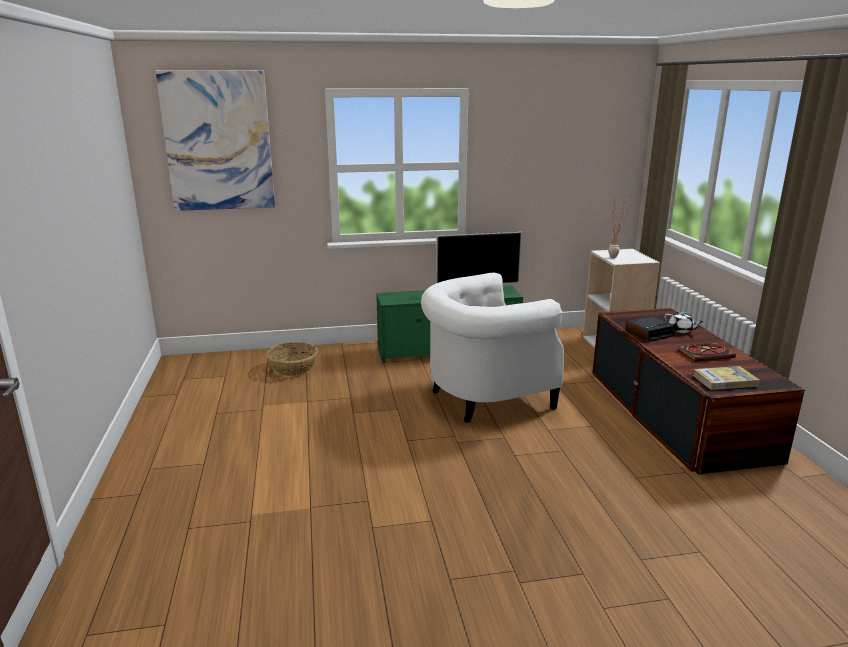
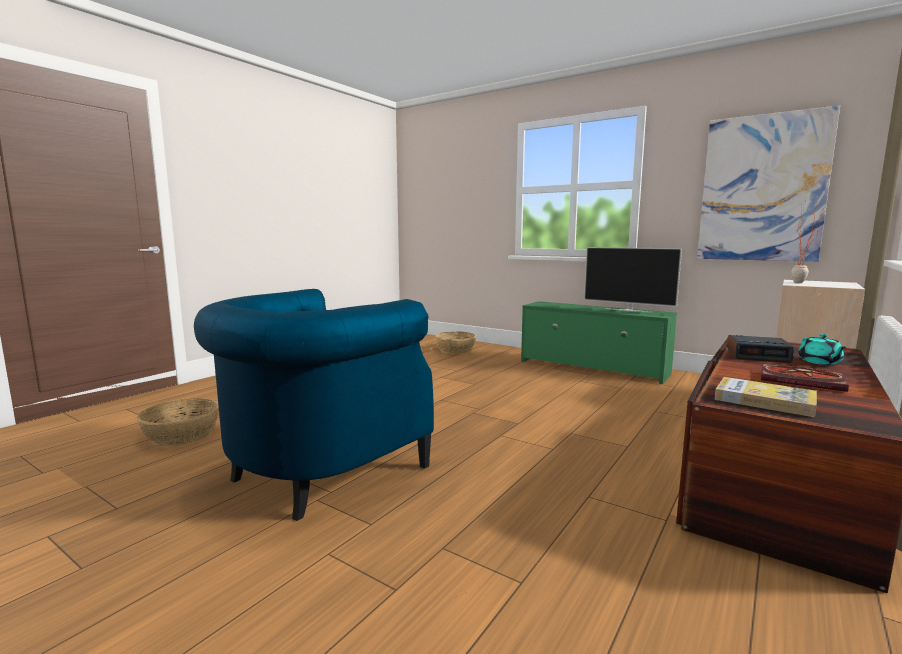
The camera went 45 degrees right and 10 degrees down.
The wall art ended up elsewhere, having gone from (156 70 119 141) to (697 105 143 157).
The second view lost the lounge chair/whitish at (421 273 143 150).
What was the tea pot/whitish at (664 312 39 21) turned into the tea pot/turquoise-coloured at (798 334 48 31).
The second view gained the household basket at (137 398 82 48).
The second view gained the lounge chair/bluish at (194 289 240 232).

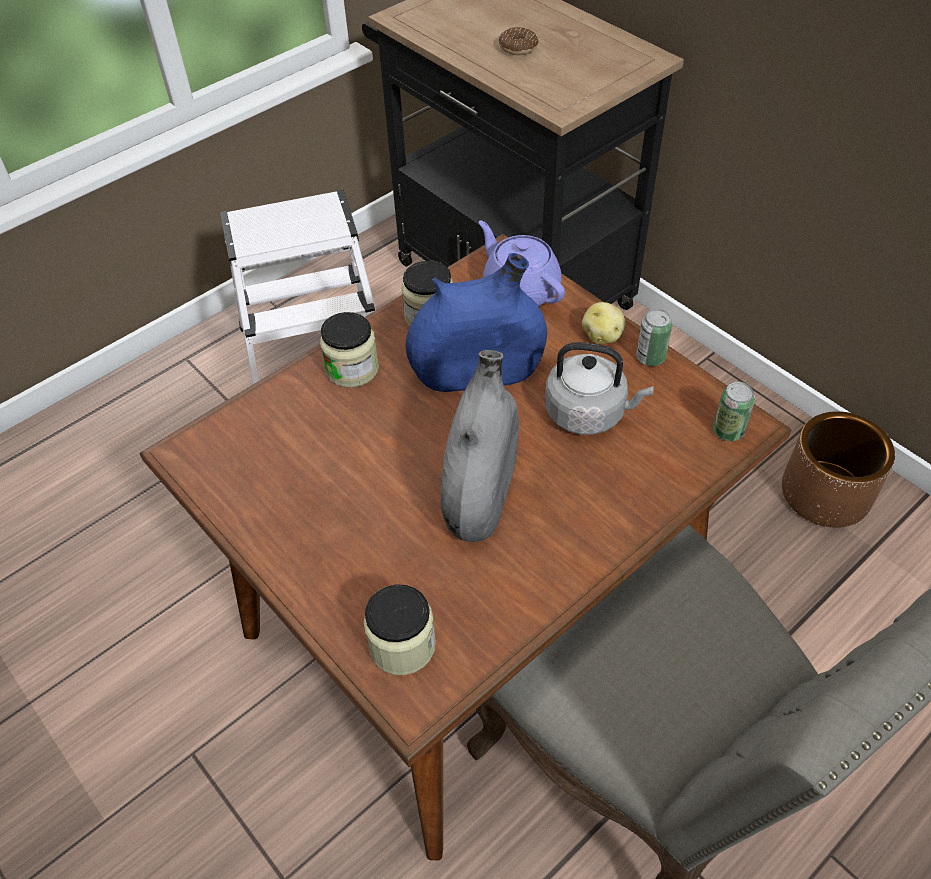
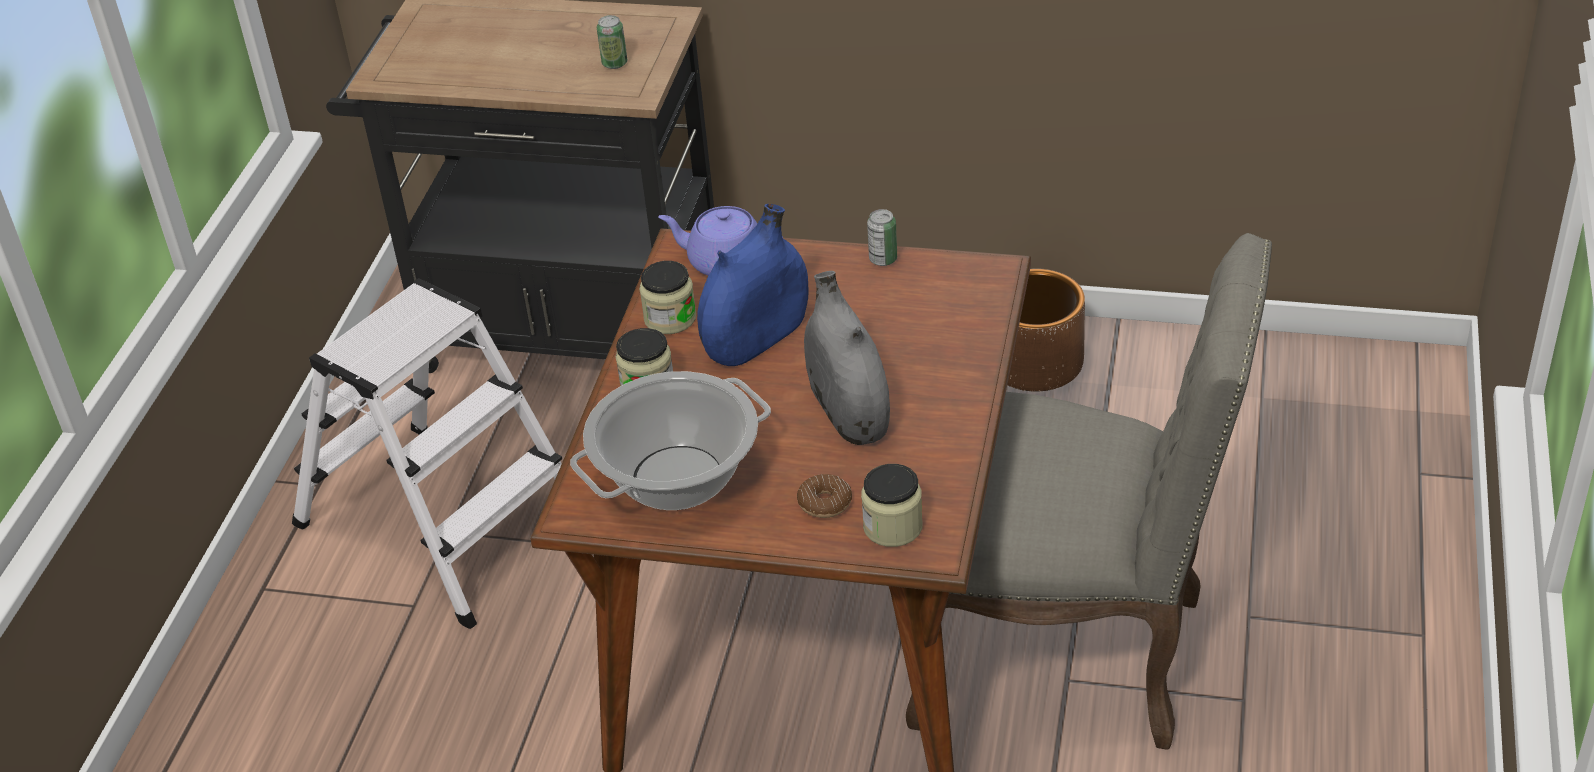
The camera went 35 degrees left and 10 degrees down.
The donut ended up elsewhere, having gone from (499 27 39 28) to (797 474 55 44).
The second view lost the water kettle/gray at (545 342 108 93).
The second view lost the spud at (582 302 43 42).
The metal can ended up elsewhere, having gone from (713 382 42 59) to (597 15 31 54).
The second view gained the stockpot at (570 371 201 139).

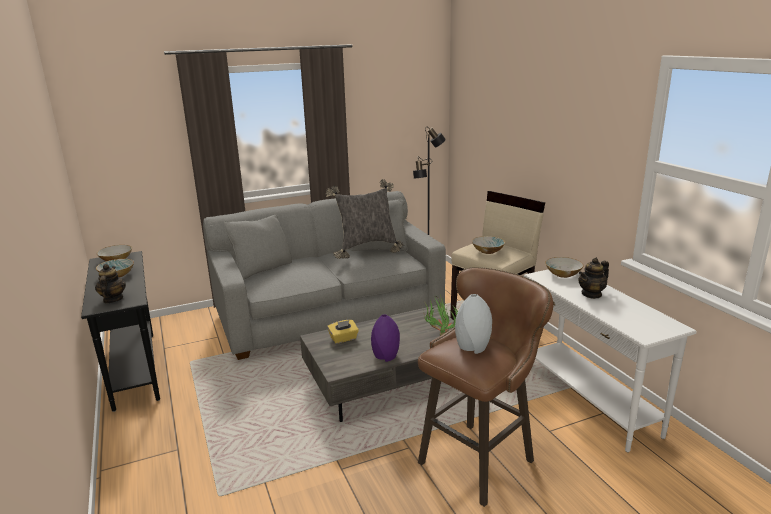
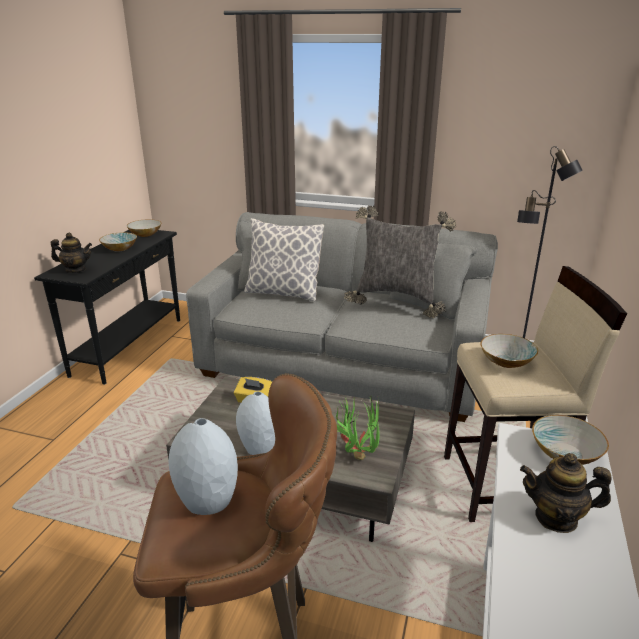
The camera went 40 degrees right and 5 degrees up.
The tea pot at (95 264 31 39) ended up facing another way, 60 degrees clockwise from before.
What was the flower vase/purple at (371 314 29 48) turned into the flower vase/gray at (236 392 39 63).
The second view gained the pillow at (244 218 80 83).

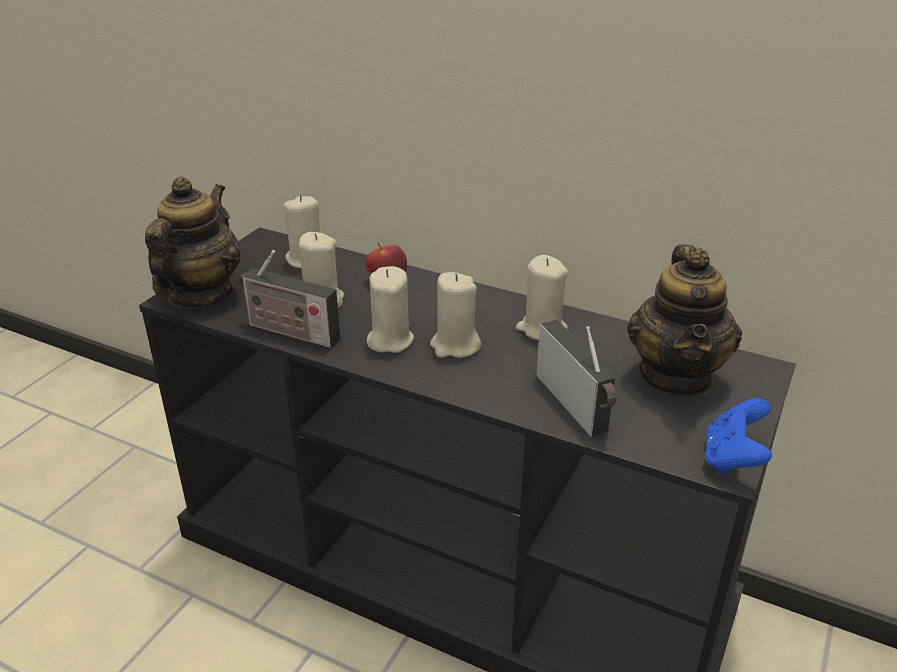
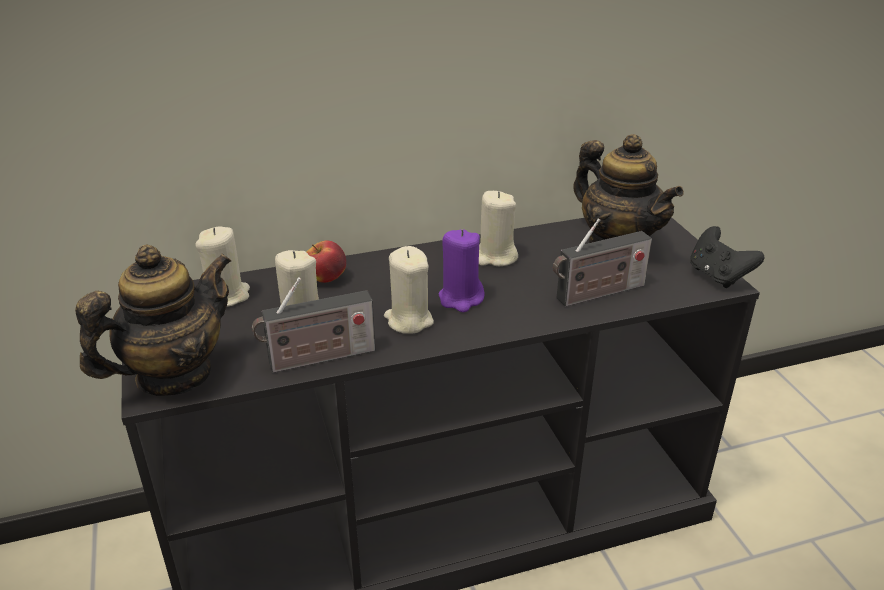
The camera went 45 degrees left and 0 degrees up.
The tea pot at (145 177 96 132) ended up facing another way, 75 degrees clockwise from before.
What was the wax light/sand-coloured at (430 272 51 86) turned into the wax light/purple at (439 229 46 83).
The radio receiver at (536 320 80 117) ended up facing another way, 135 degrees clockwise from before.
What was the game controller/bluish at (705 398 67 76) turned into the game controller/blackish at (690 226 75 62).

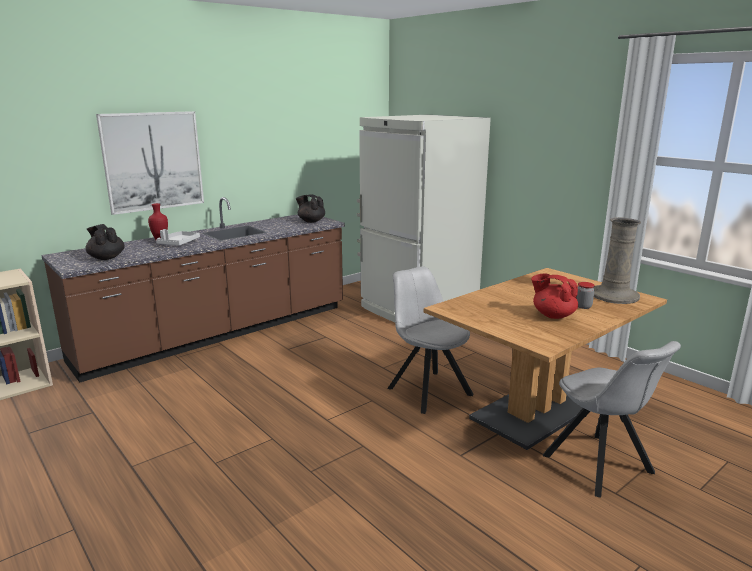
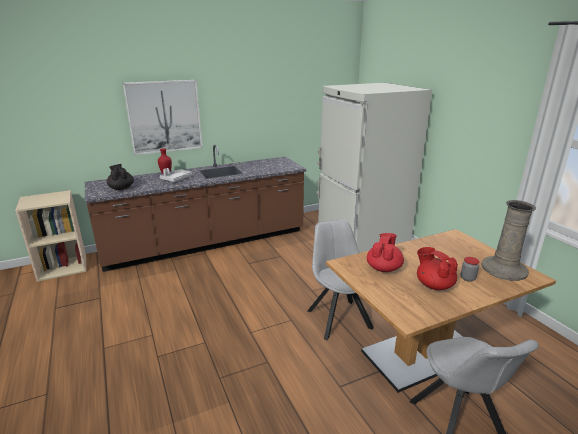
The camera went 15 degrees right and 5 degrees up.
The second view lost the tea pot/blackish at (296 194 29 29).
The second view gained the tea pot/red at (367 233 37 39).

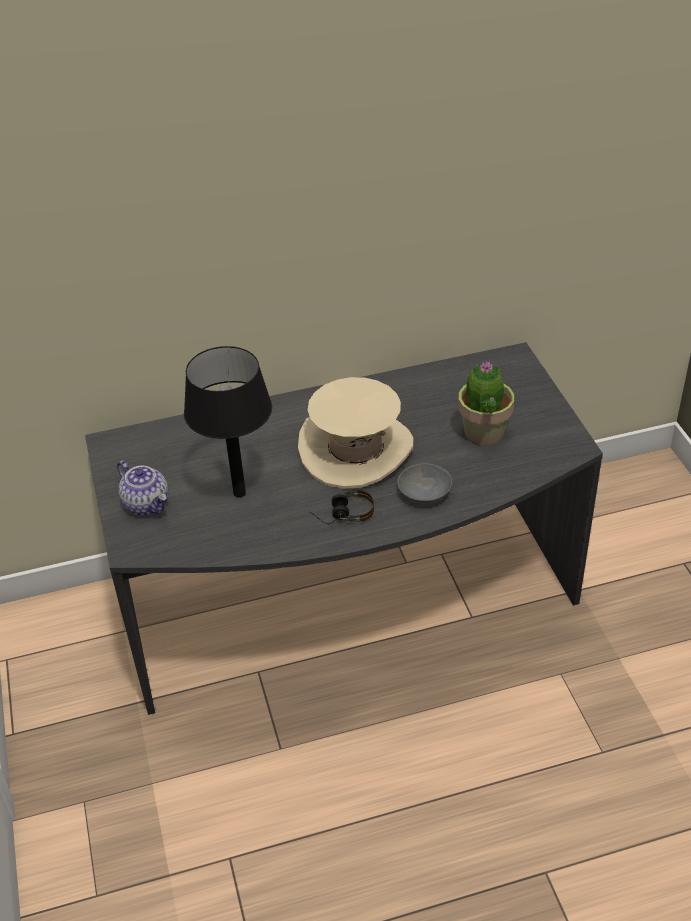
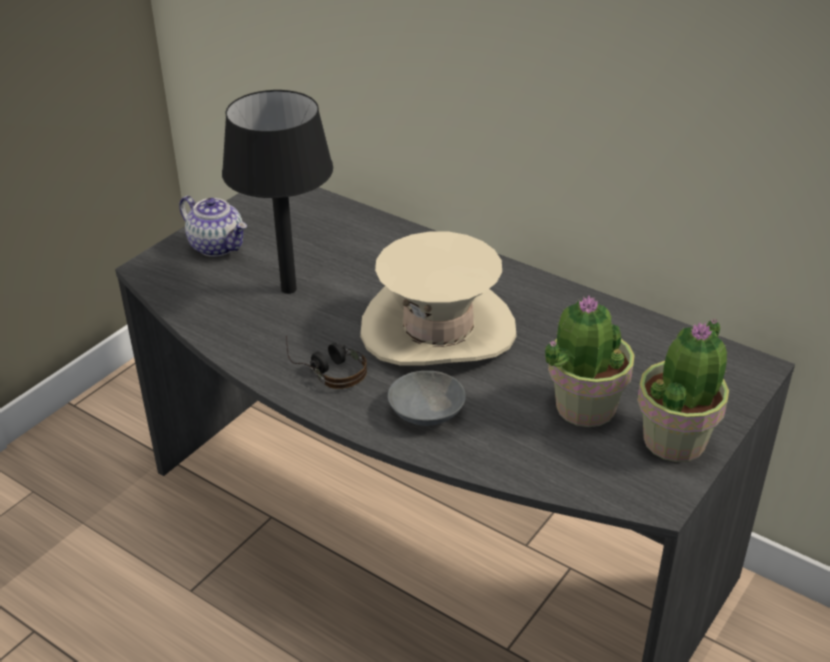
The camera went 50 degrees right and 5 degrees down.
The tea pot at (117 461 51 54) ended up facing another way, 60 degrees counterclockwise from before.
The second view gained the houseplant at (637 318 92 144).

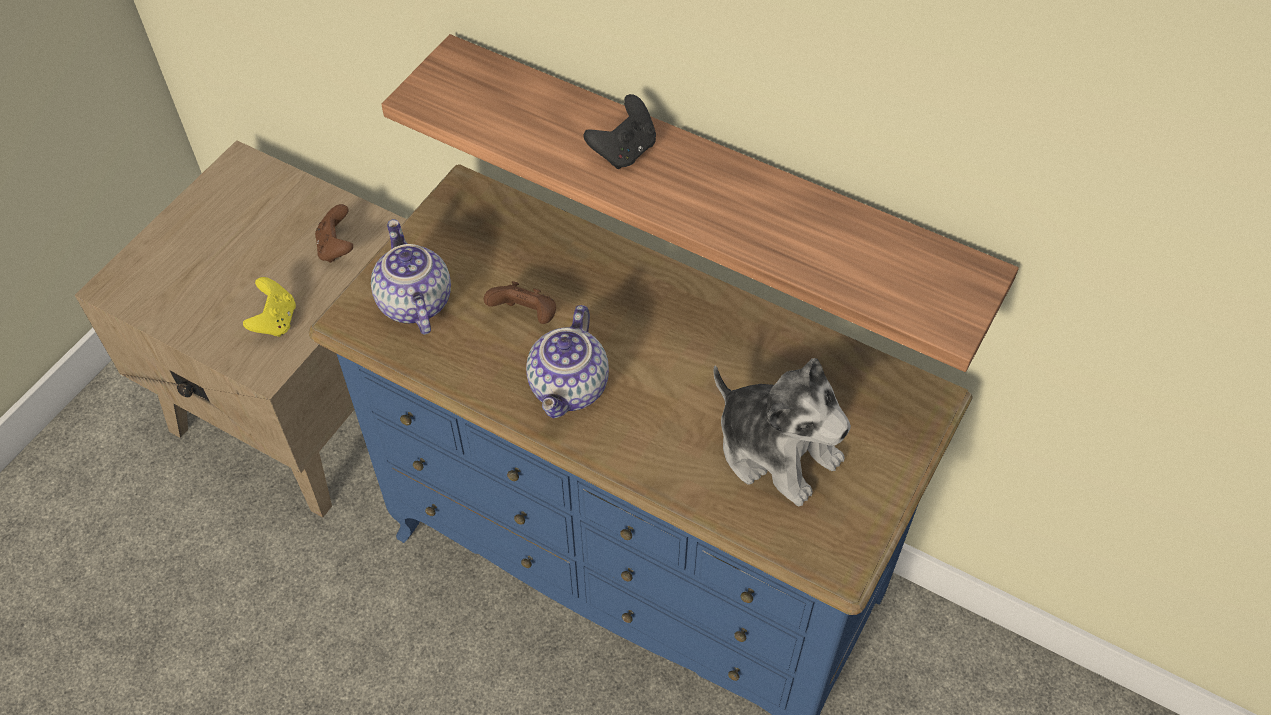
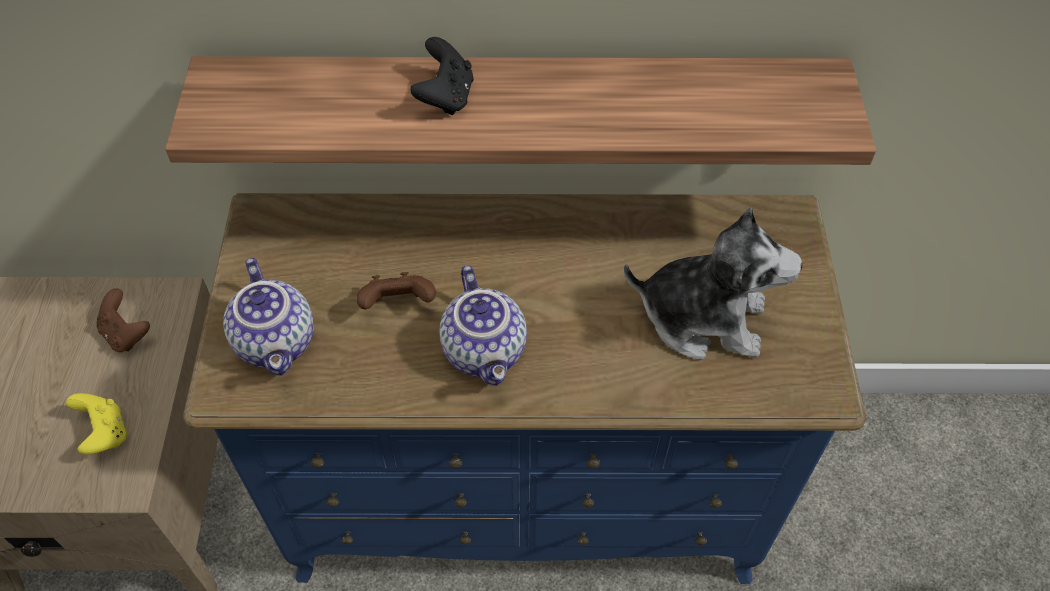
The camera went 30 degrees left and 0 degrees up.
The tea pot at (371 219 80 116) ended up facing another way, 150 degrees counterclockwise from before.

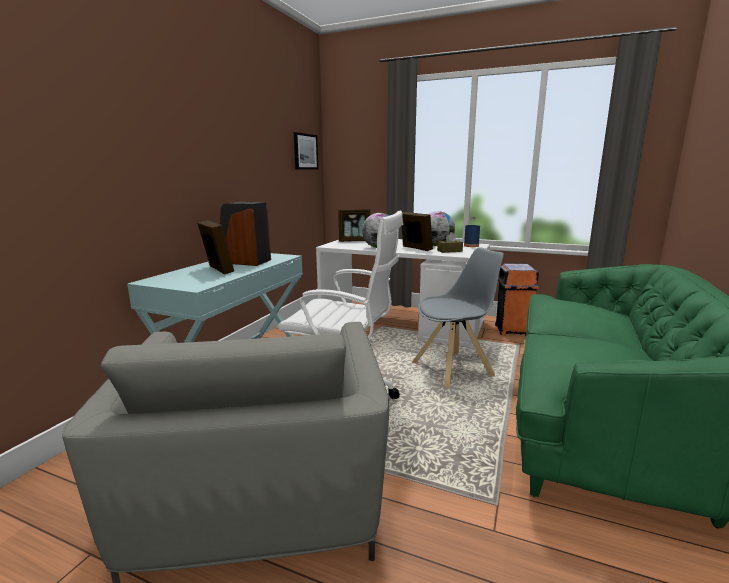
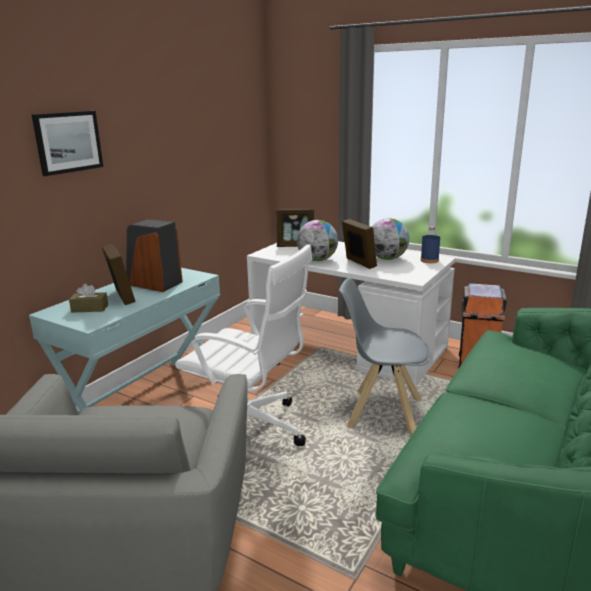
The camera went 10 degrees right and 5 degrees up.
The wall art ended up elsewhere, having gone from (294 132 24 38) to (32 111 71 65).
The chair/gray at (412 247 92 141) ended up facing another way, 150 degrees counterclockwise from before.
The tissue holder/brown ended up elsewhere, having gone from (437 232 26 21) to (69 283 39 29).

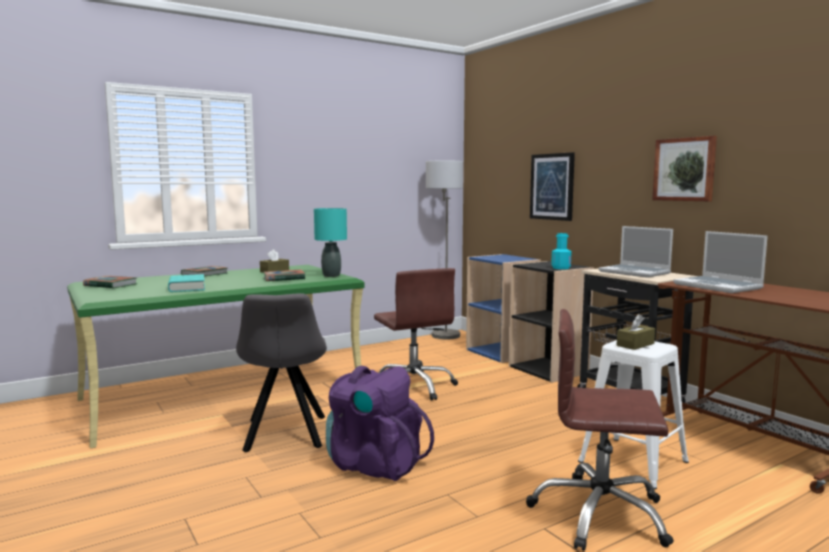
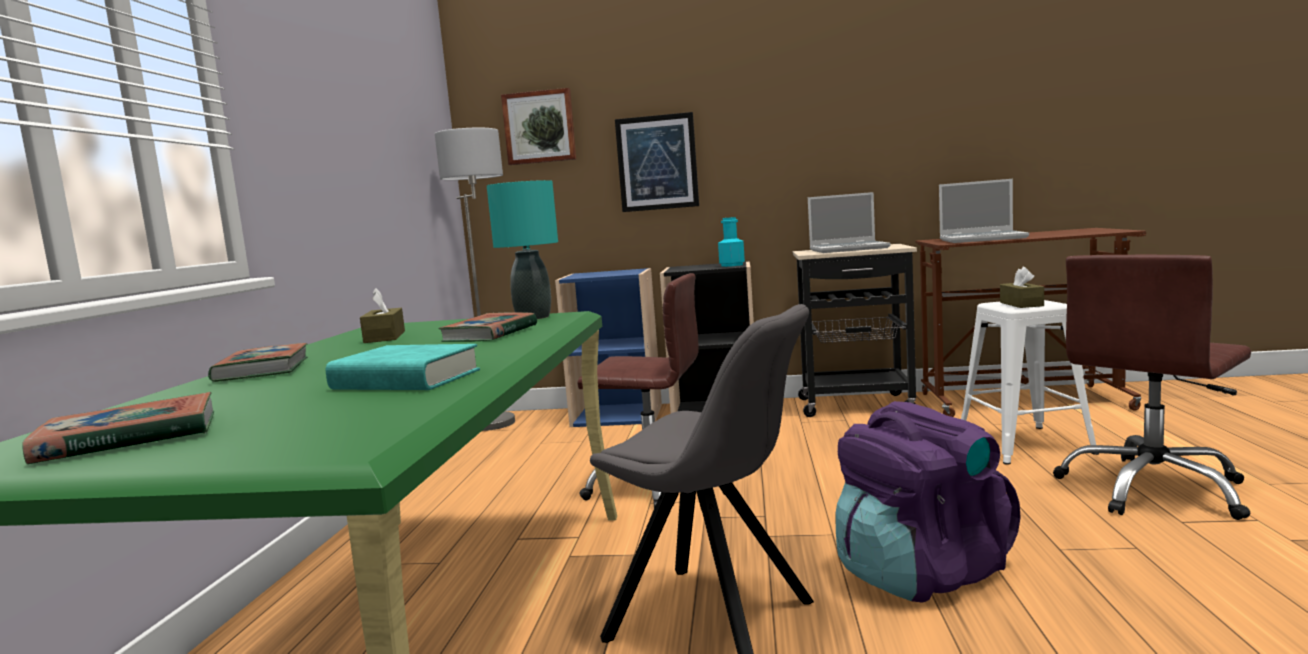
The camera went 50 degrees left and 0 degrees up.
The wall art ended up elsewhere, having gone from (652 136 65 65) to (501 88 75 77).

